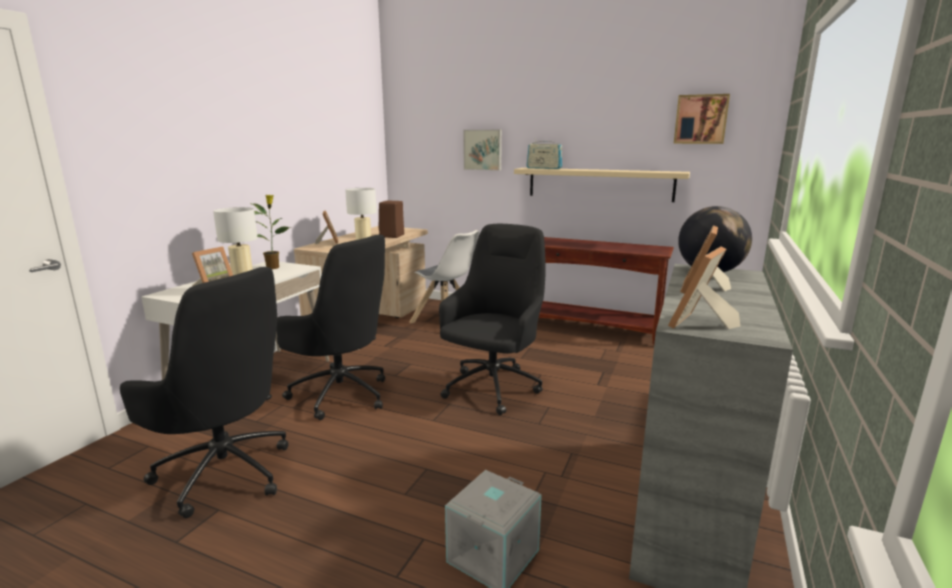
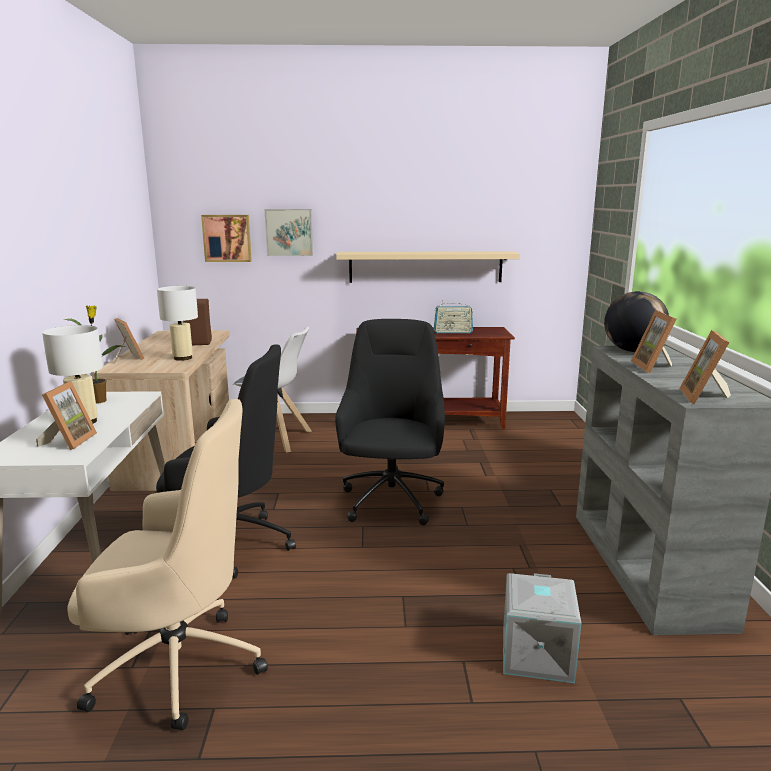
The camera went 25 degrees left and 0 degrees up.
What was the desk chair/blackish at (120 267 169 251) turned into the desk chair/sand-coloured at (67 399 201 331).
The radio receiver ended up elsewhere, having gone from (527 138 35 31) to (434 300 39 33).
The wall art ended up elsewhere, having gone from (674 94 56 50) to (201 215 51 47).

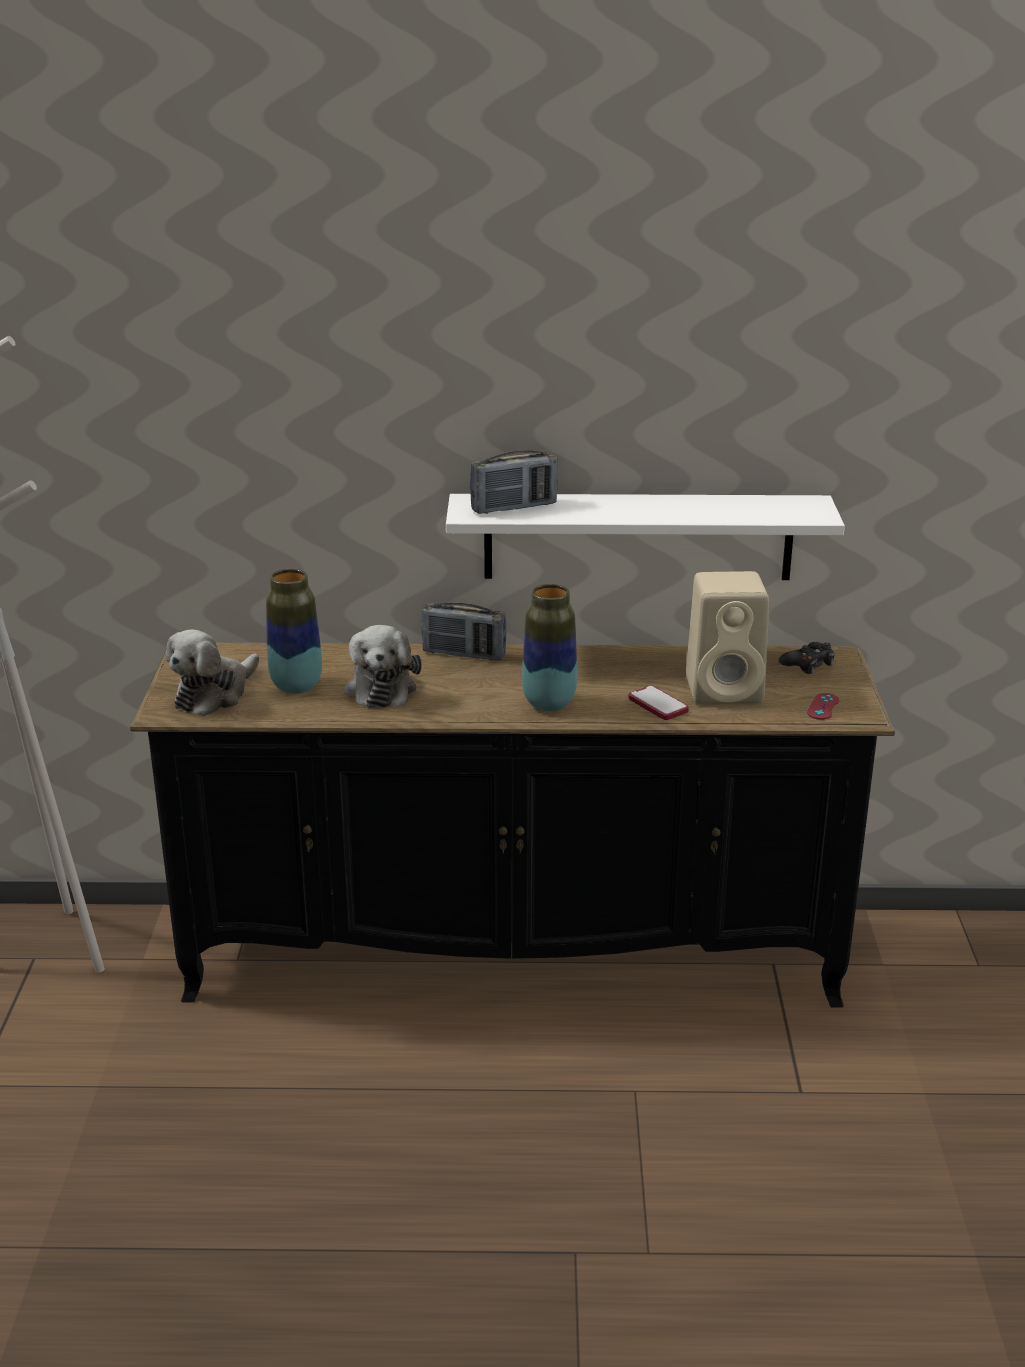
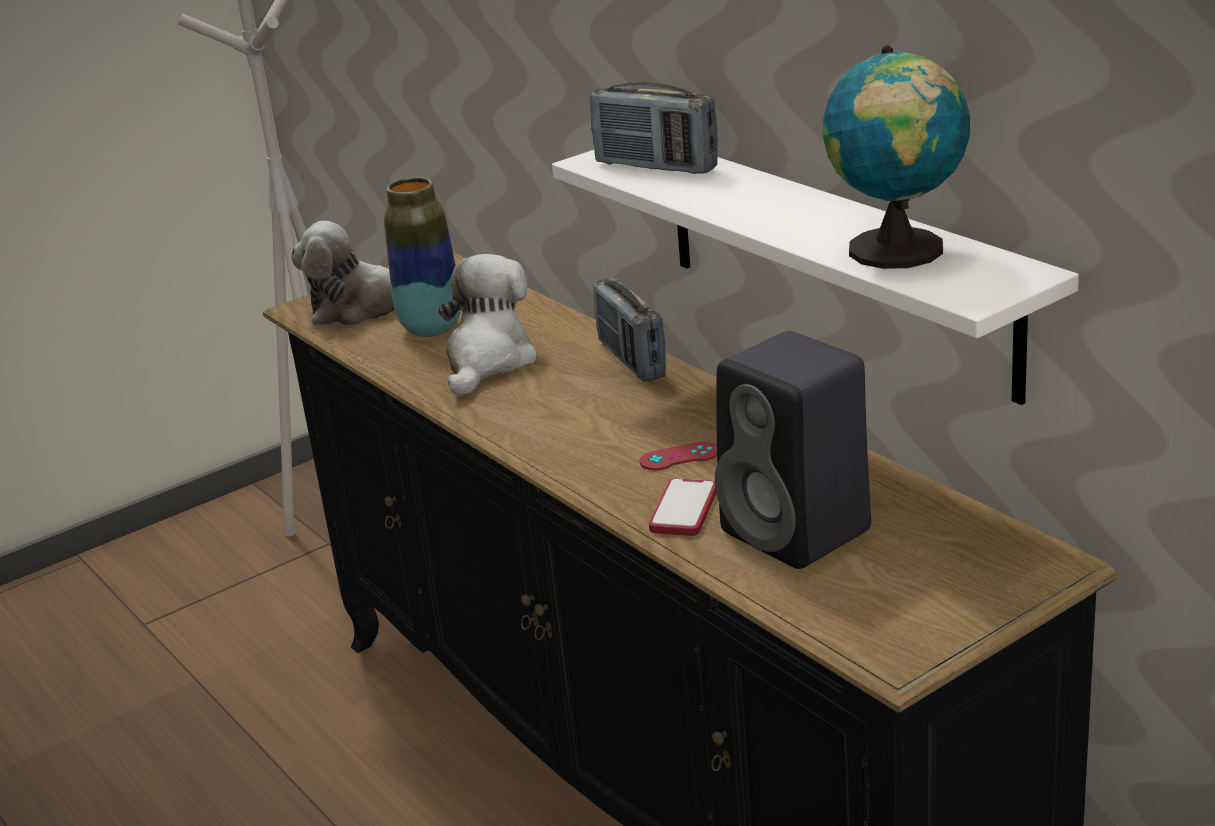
The camera went 55 degrees right and 0 degrees up.
The cuddly toy at (344 625 78 83) ended up facing another way, 150 degrees clockwise from before.
The second view lost the flower vase at (522 584 55 127).
What was the audio speaker/sand-coloured at (686 571 83 133) turned into the audio speaker/blackish at (715 331 156 238).
The second view lost the game controller/blackish at (779 642 56 32).
The game controller/red ended up elsewhere, having gone from (807 693 32 27) to (639 441 78 29).
The second view gained the desk globe at (823 45 147 224).

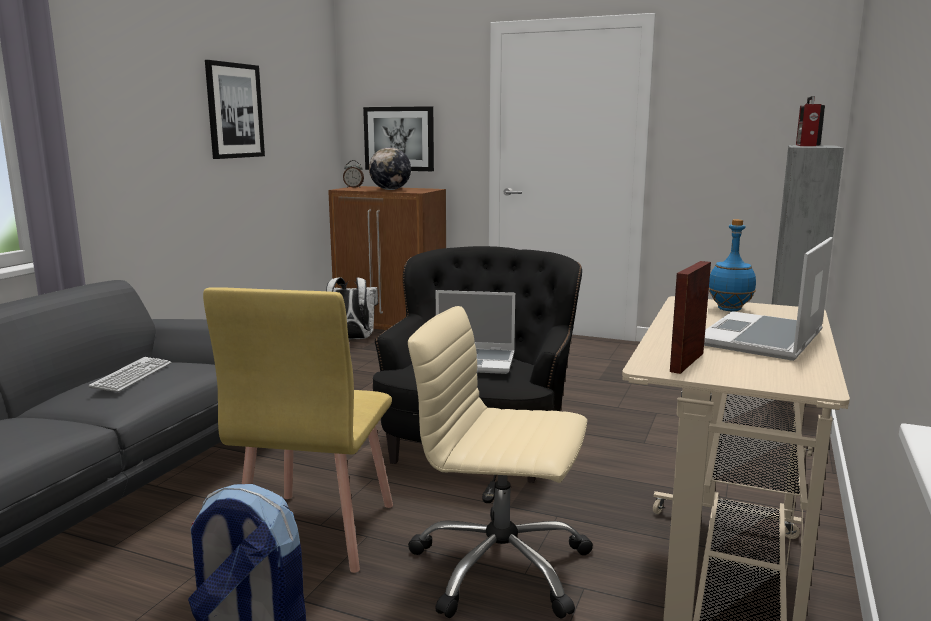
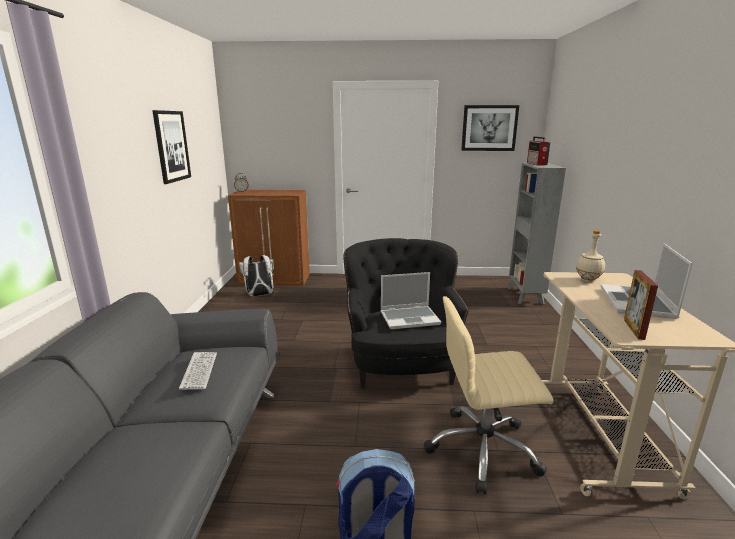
The camera went 20 degrees left and 5 degrees up.
The second view lost the chair/yellow at (203 287 190 286).
The wall art ended up elsewhere, having gone from (363 106 71 65) to (461 105 58 46).
The second view lost the desk globe at (369 147 42 43).
What was the drink bottle/bluish at (709 219 47 92) turned into the drink bottle/sand-coloured at (576 230 29 52).

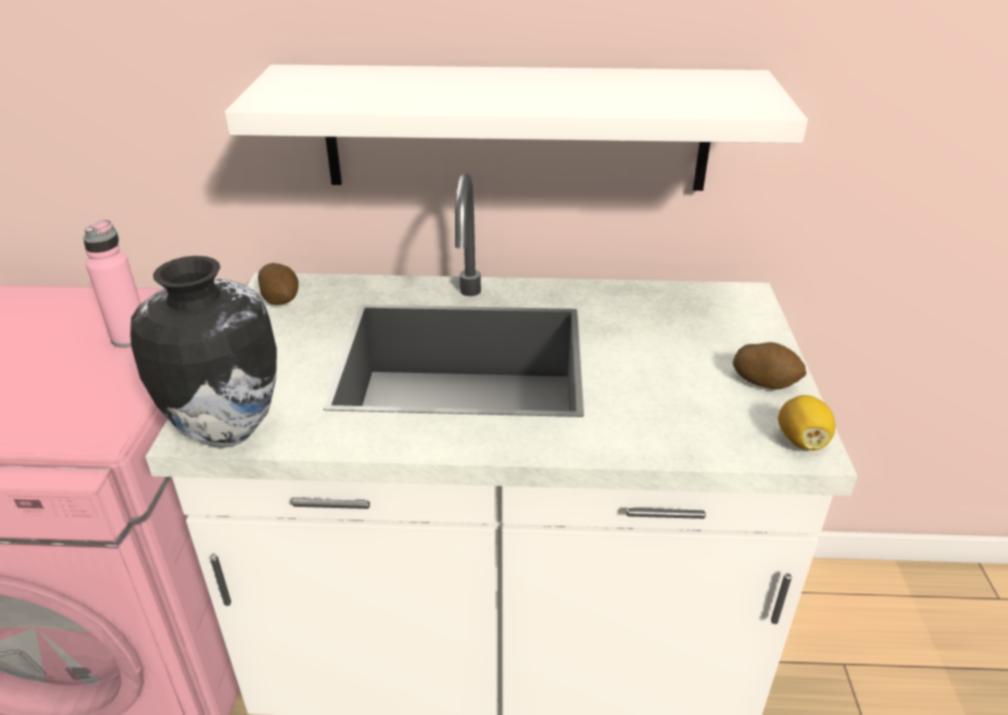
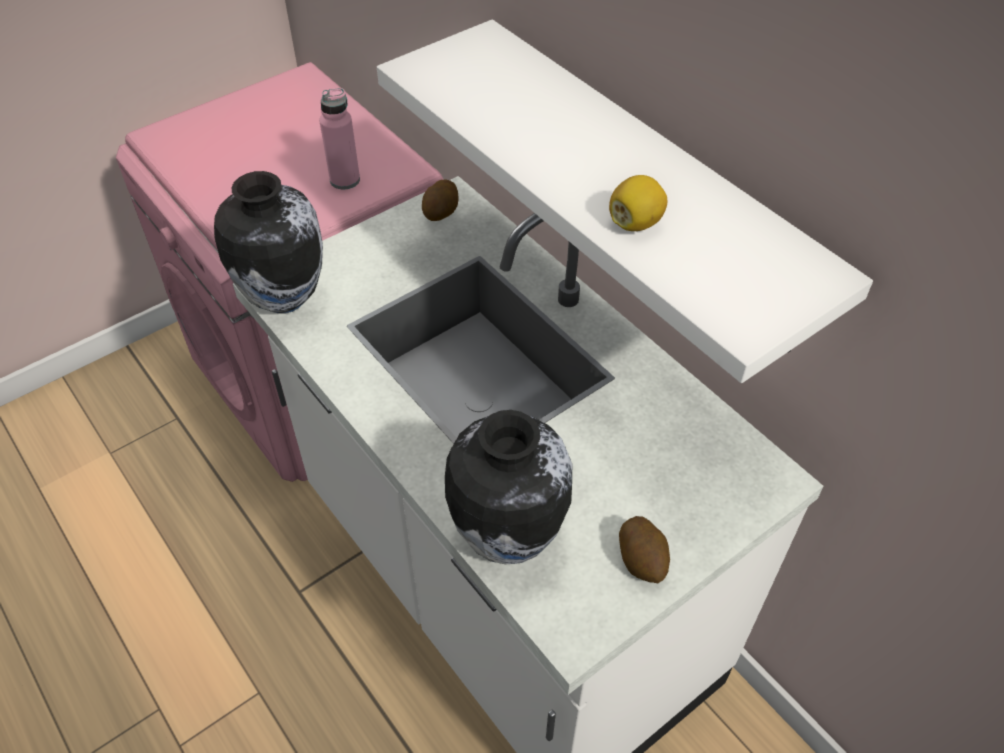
The camera went 50 degrees right and 15 degrees up.
The whole lemon ended up elsewhere, having gone from (778 395 57 55) to (609 175 58 56).
The second view gained the flower vase at (445 410 127 155).

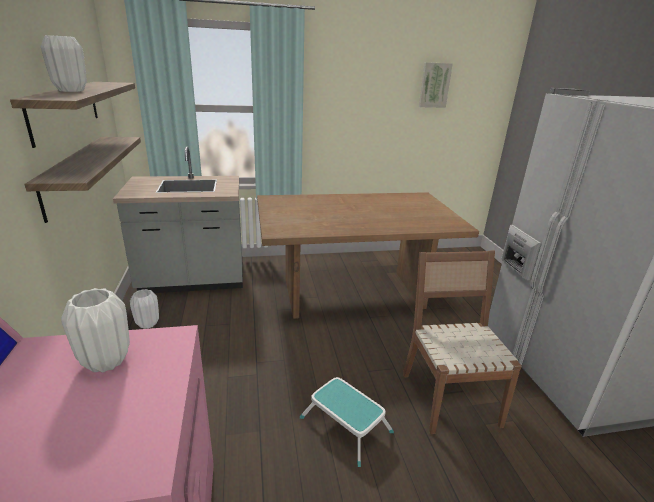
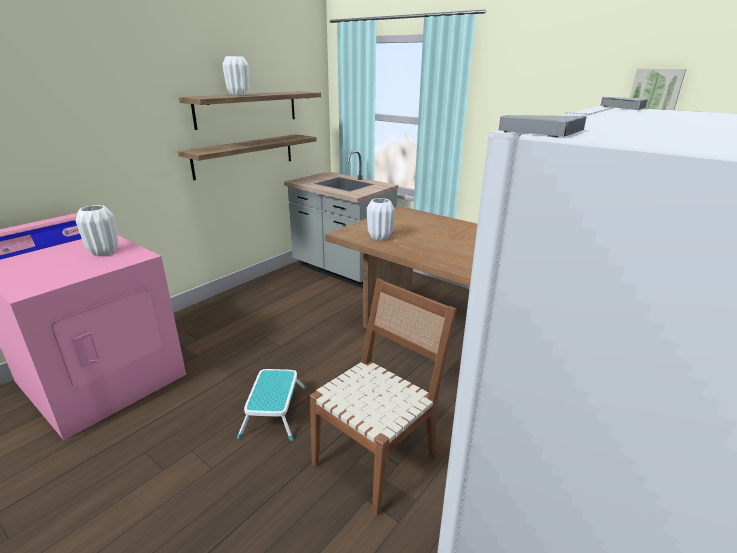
The camera went 50 degrees right and 0 degrees up.
The flower vase/whitish ended up elsewhere, having gone from (130 289 29 40) to (367 198 27 43).

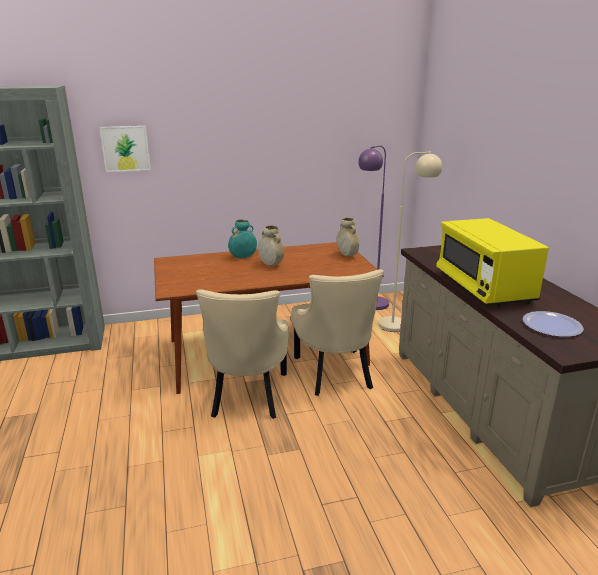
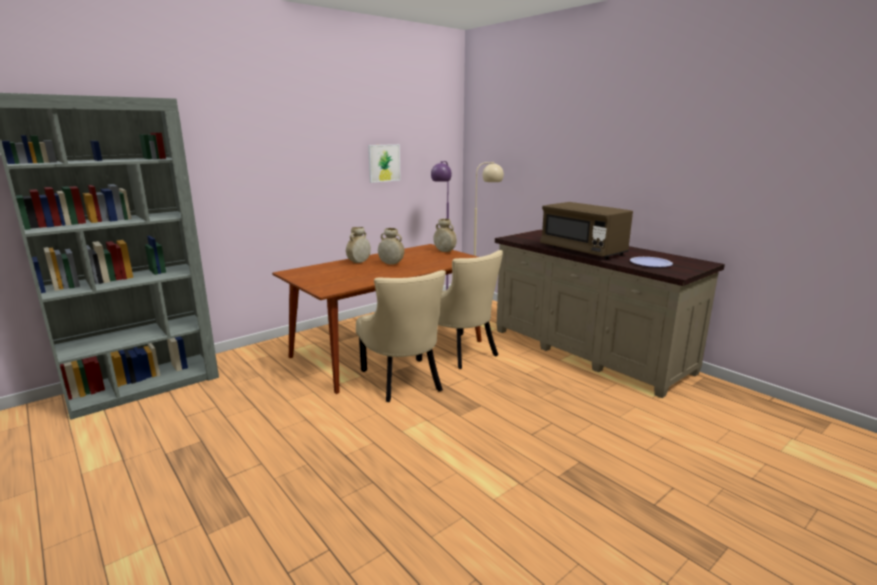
The camera went 25 degrees left and 5 degrees down.
The wall art ended up elsewhere, having gone from (99 126 52 46) to (368 144 33 39).
What was the flower vase/turquoise-coloured at (228 220 29 38) turned into the flower vase/sand-coloured at (346 227 25 36).
What was the kitchen microwave/yellow at (436 218 113 89) turned into the kitchen microwave/brown at (540 202 93 57).

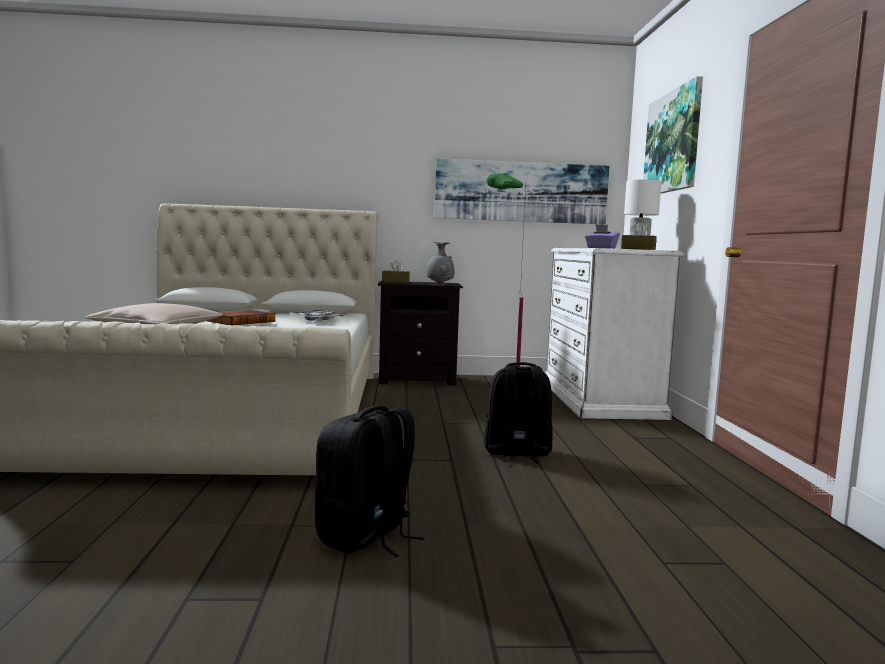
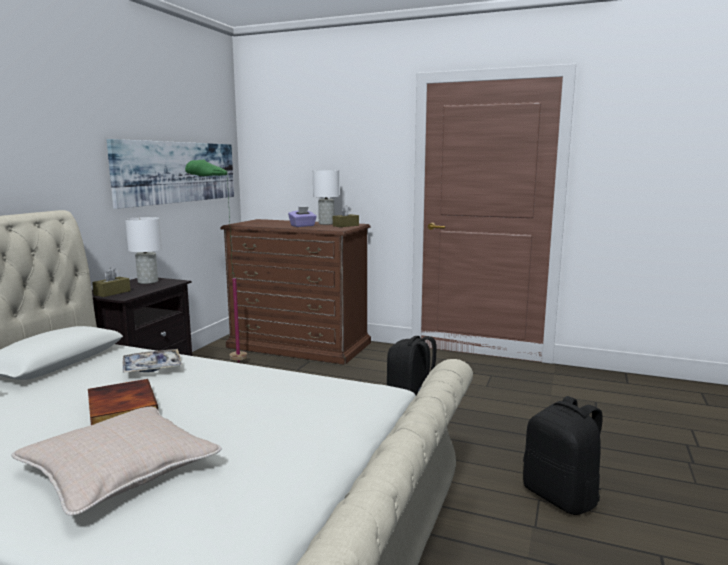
The camera went 65 degrees left and 5 degrees up.
Where the flower vase/gray stood at (426 242 29 41), the tabletop lamp/whitish came to stand at (125 217 37 67).
What was the drawer chest/whitish at (545 248 139 172) turned into the drawer chest/brown at (220 219 151 146).
The second view lost the wall art at (643 76 60 118).

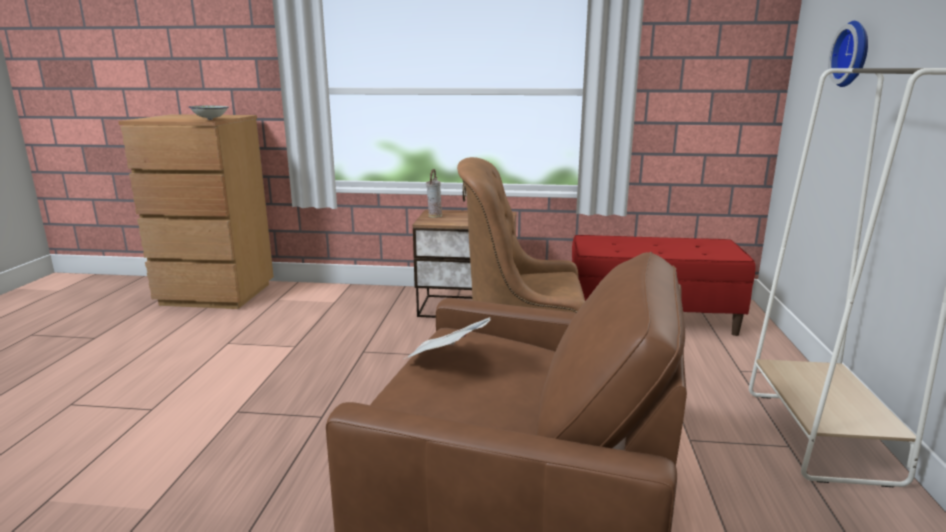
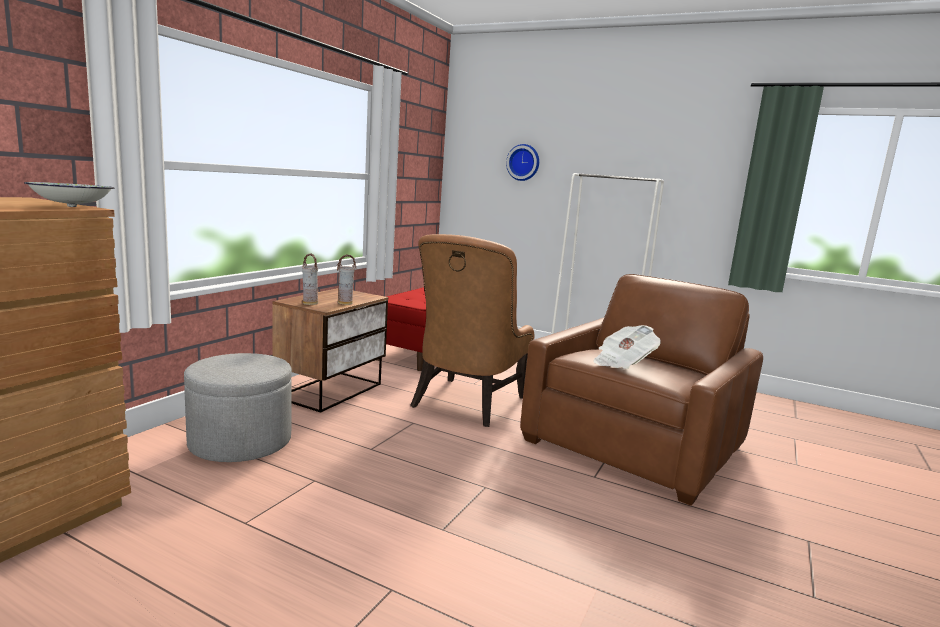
The camera went 70 degrees left and 5 degrees down.
The second view gained the ottoman/gray at (184 353 108 109).
The second view gained the flower vase at (337 254 19 51).

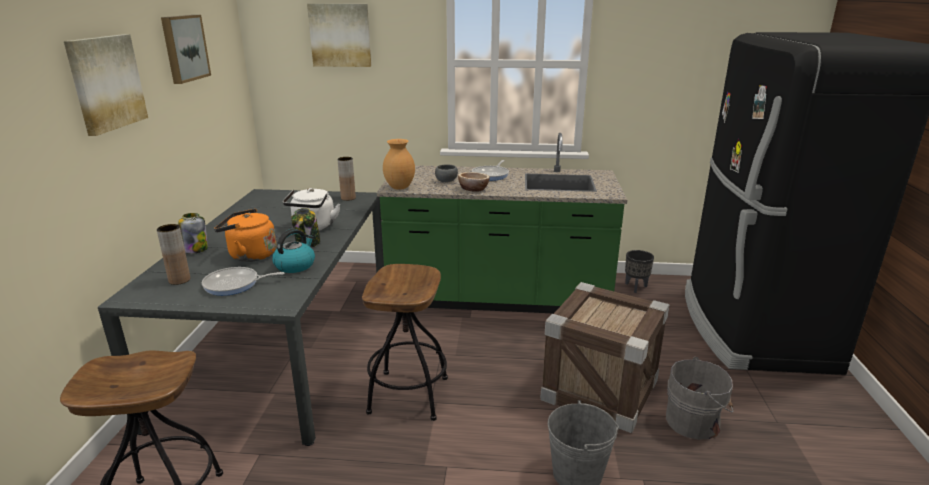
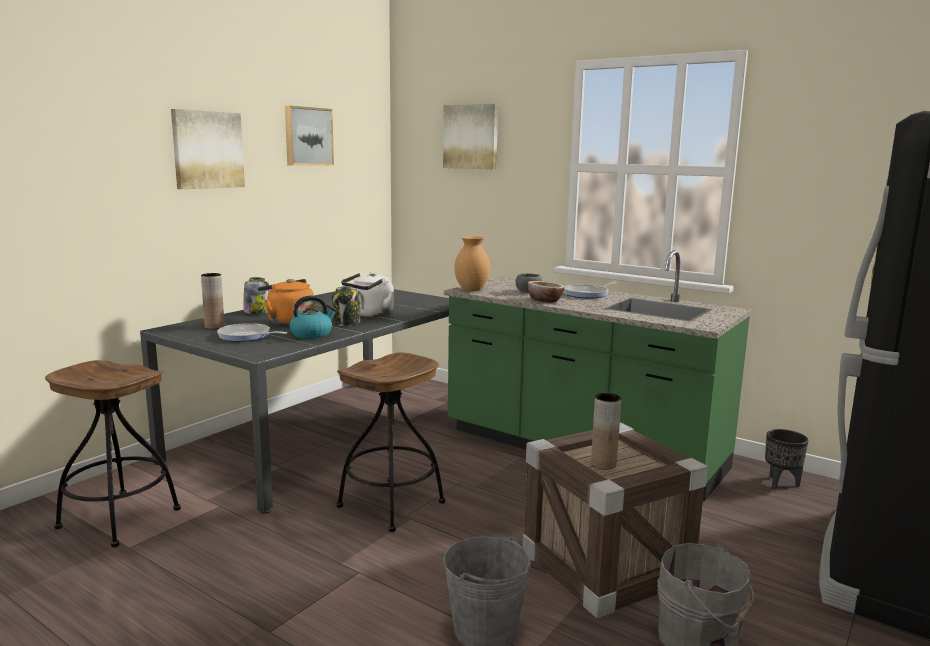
The camera went 30 degrees right and 10 degrees down.
The flower vase/brown ended up elsewhere, having gone from (337 157 19 44) to (591 393 30 77).

